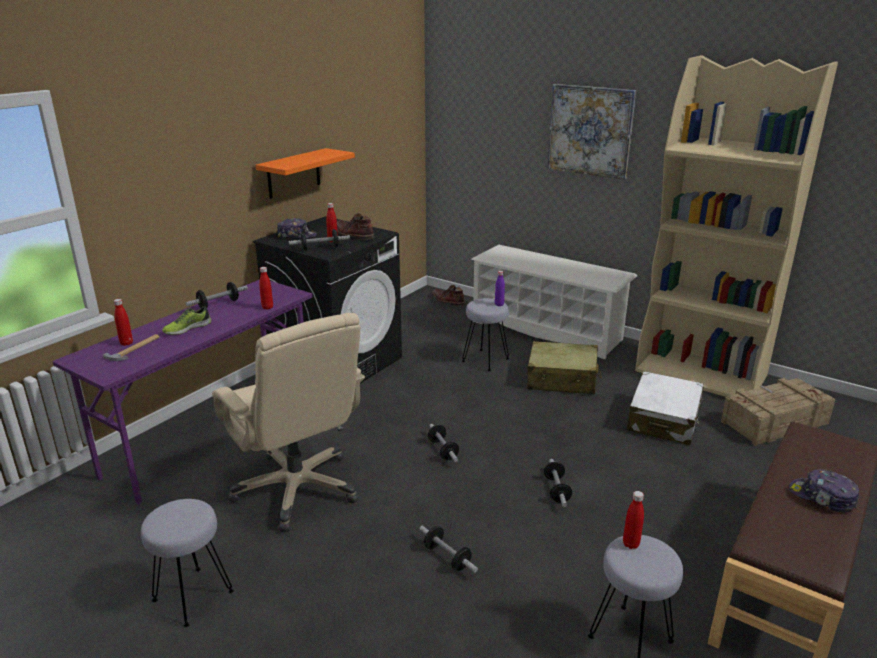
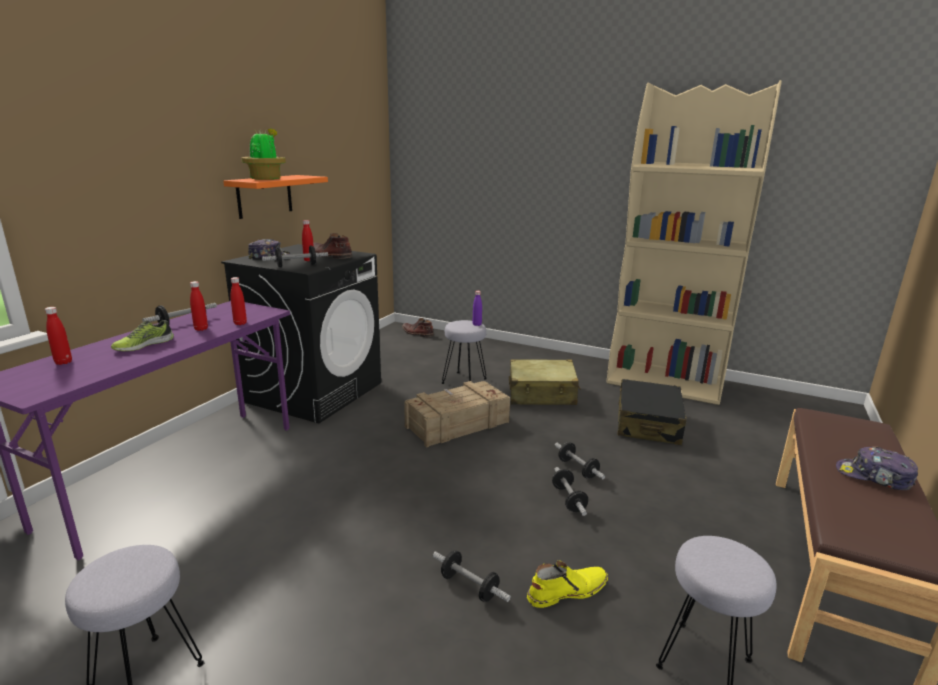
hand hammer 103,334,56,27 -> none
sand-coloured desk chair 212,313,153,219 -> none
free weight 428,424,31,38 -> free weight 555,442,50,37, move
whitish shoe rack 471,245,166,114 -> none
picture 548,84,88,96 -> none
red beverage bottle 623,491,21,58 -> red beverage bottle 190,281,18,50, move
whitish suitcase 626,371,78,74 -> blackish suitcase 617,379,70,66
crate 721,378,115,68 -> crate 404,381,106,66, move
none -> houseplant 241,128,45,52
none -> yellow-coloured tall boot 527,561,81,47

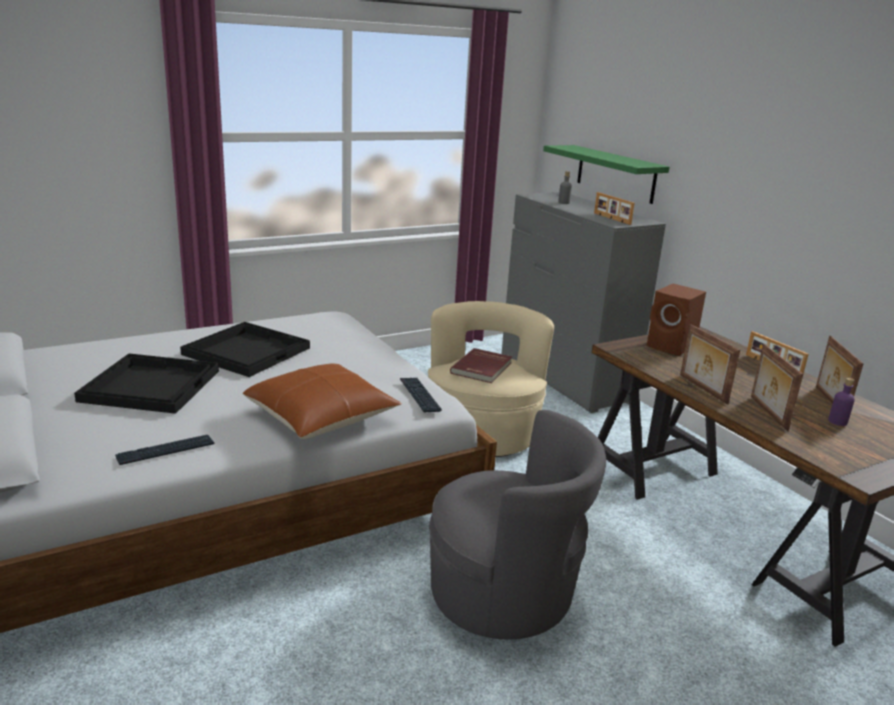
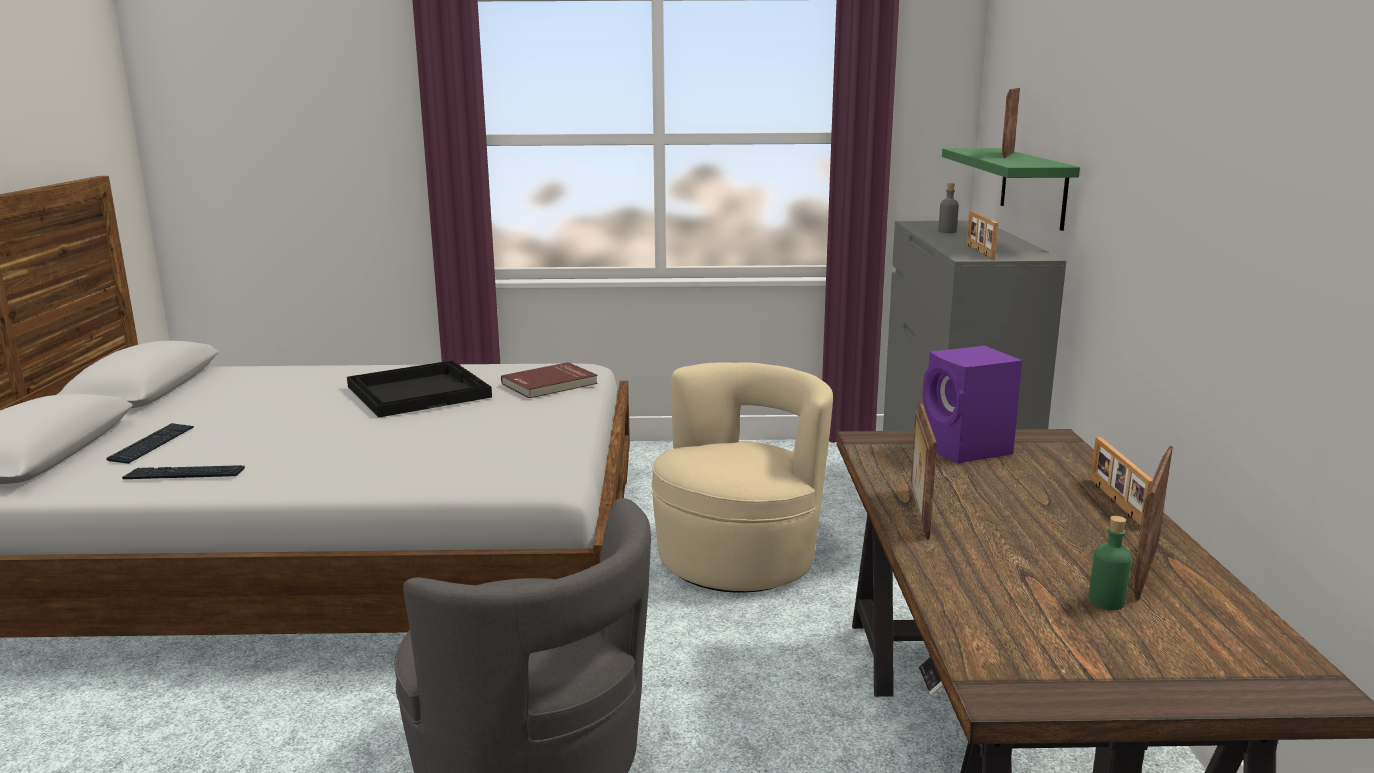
blackish serving tray 74,353,145,61 -> none
brown-coloured cushion 242,364,160,75 -> none
computer keyboard 400,378,42,34 -> computer keyboard 106,423,88,41, move
red bound book 450,348,62,35 -> red bound book 501,362,97,36, move
brown-coloured loudspeaker 646,283,60,73 -> purple-coloured loudspeaker 922,346,101,117
standing frame 751,344,52,87 -> standing frame 1002,88,18,70, move
purple-coloured beverage bottle 828,378,27,48 -> green-coloured beverage bottle 1088,516,44,94

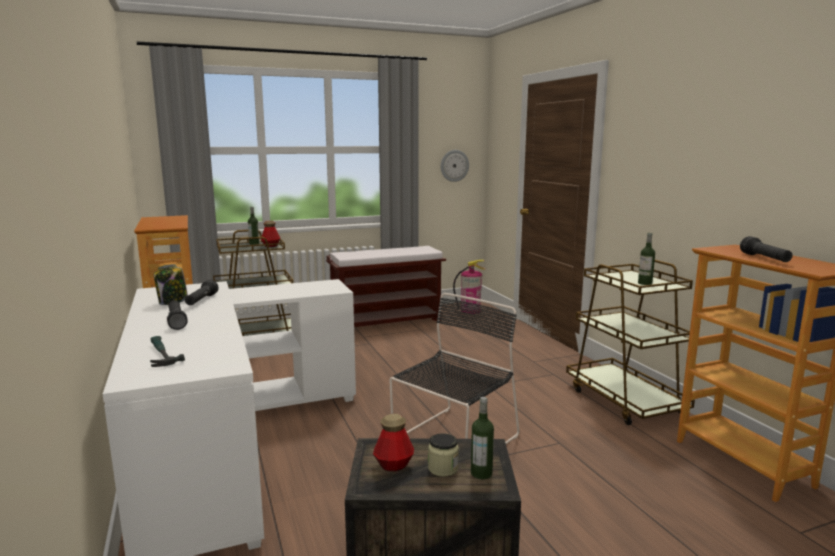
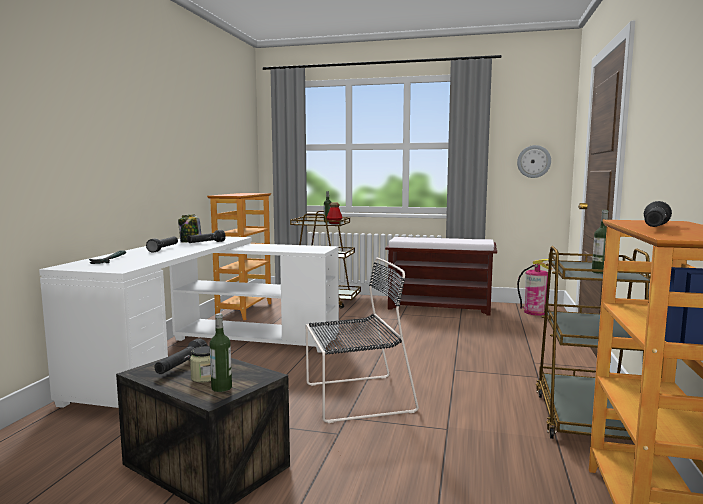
beverage bottle 373,414,41,57 -> blackish flashlight 154,338,54,36

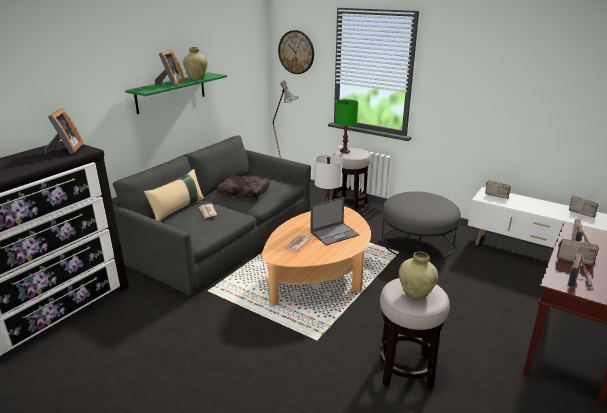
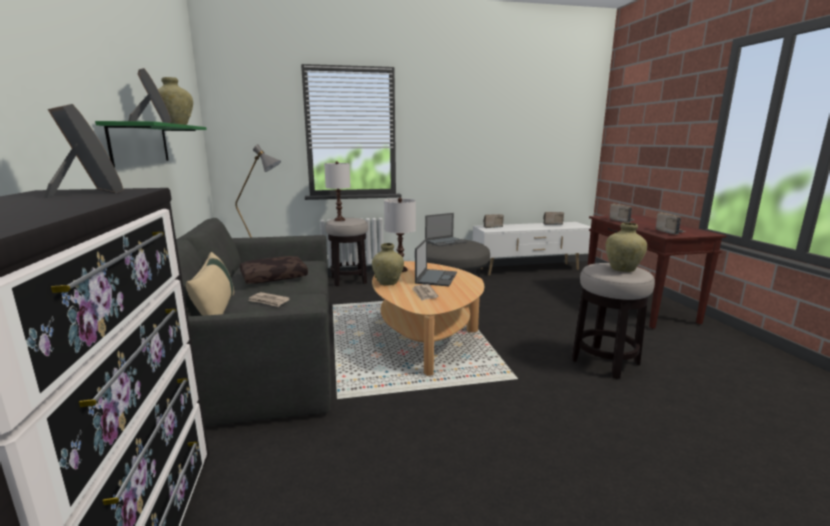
hanging clock 278,30,36,44 -> none
green-coloured lamp for a table 335,99,23,54 -> whitish lamp for a table 324,161,27,60
radio 557,239,42,26 -> none
none -> sand-coloured decorative vase 372,243,32,43
none -> laptop 425,213,42,34

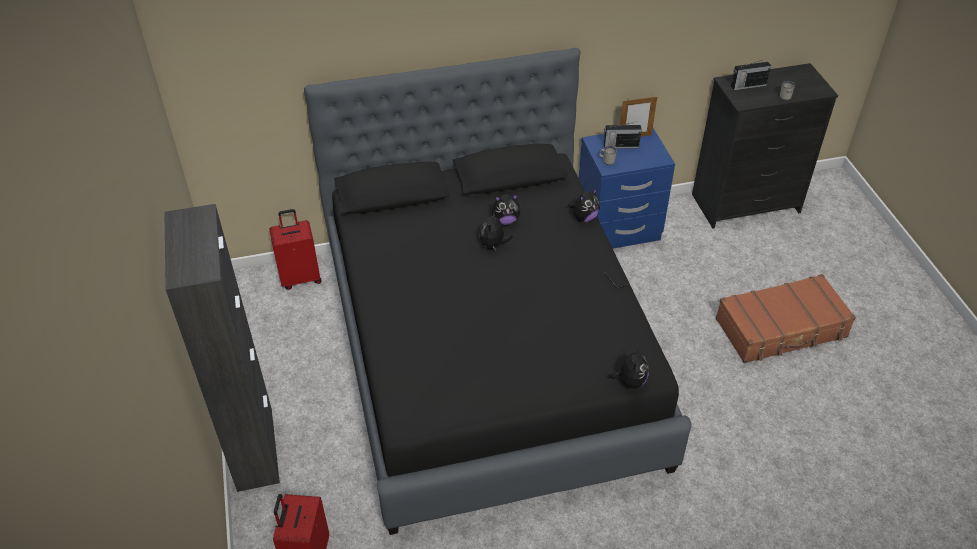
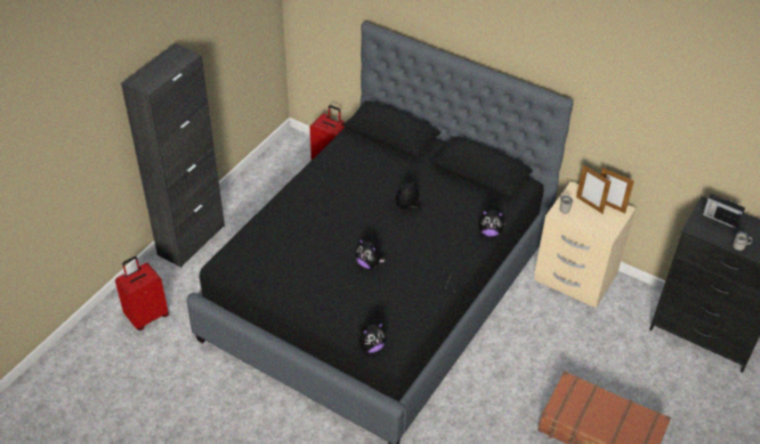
plush toy 492,194,29,31 -> plush toy 355,239,30,30, move
blue nightstand 579,128,96,120 -> sand-coloured nightstand 534,181,102,127
radio 604,122,38,27 -> standing frame 576,165,35,49

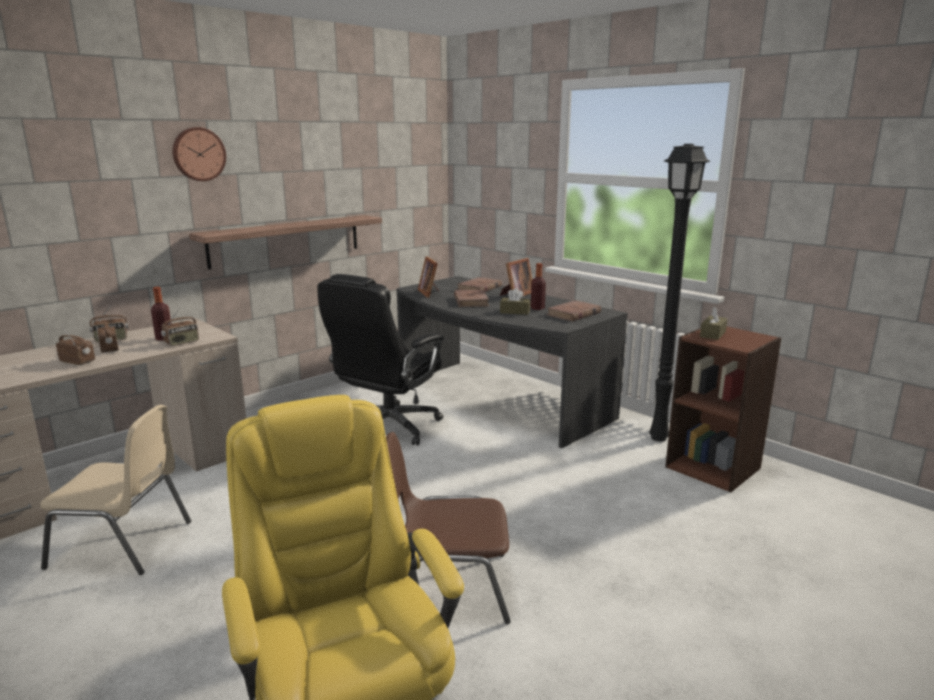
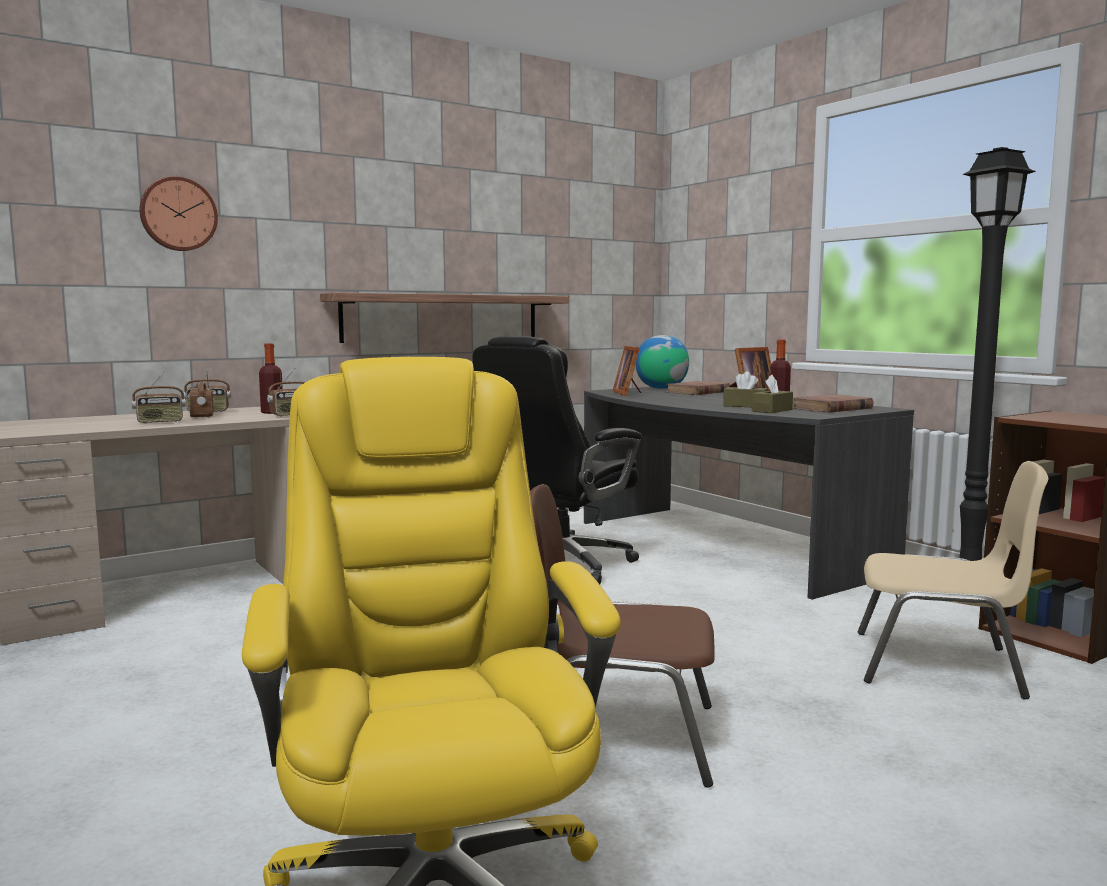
sand-coloured upright chair 40,405,151,170 -> sand-coloured upright chair 858,461,190,238, move
radio 56,325,39,40 -> radio 132,371,54,53, 120 degrees clockwise
hanging clock 172,127,54,54 -> hanging clock 139,177,79,74, move
brown-coloured bound book 454,289,35,18 -> none
brown-coloured tissue holder 700,307,28,33 -> brown-coloured tissue holder 752,375,41,38, move
none -> globe 635,335,54,54

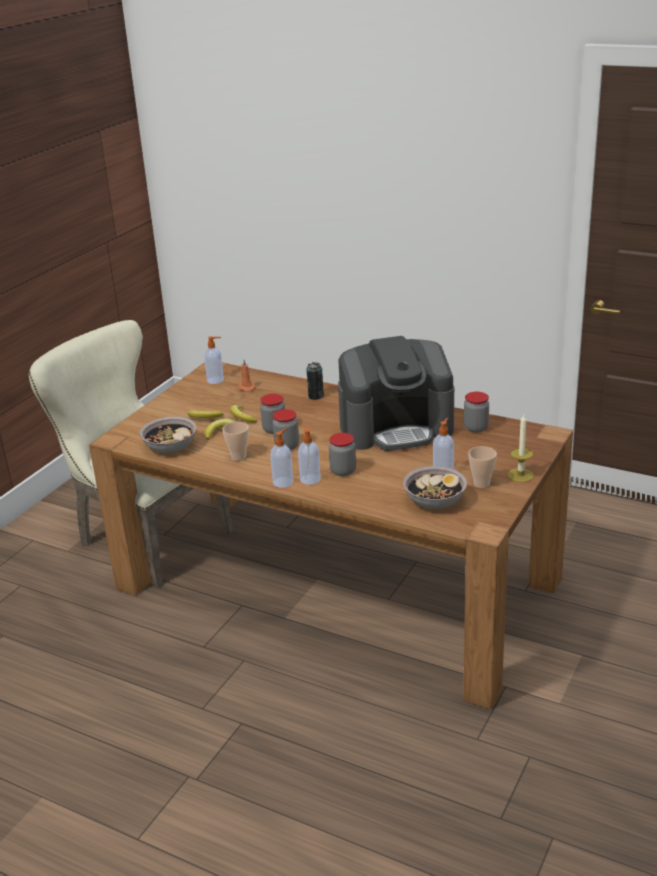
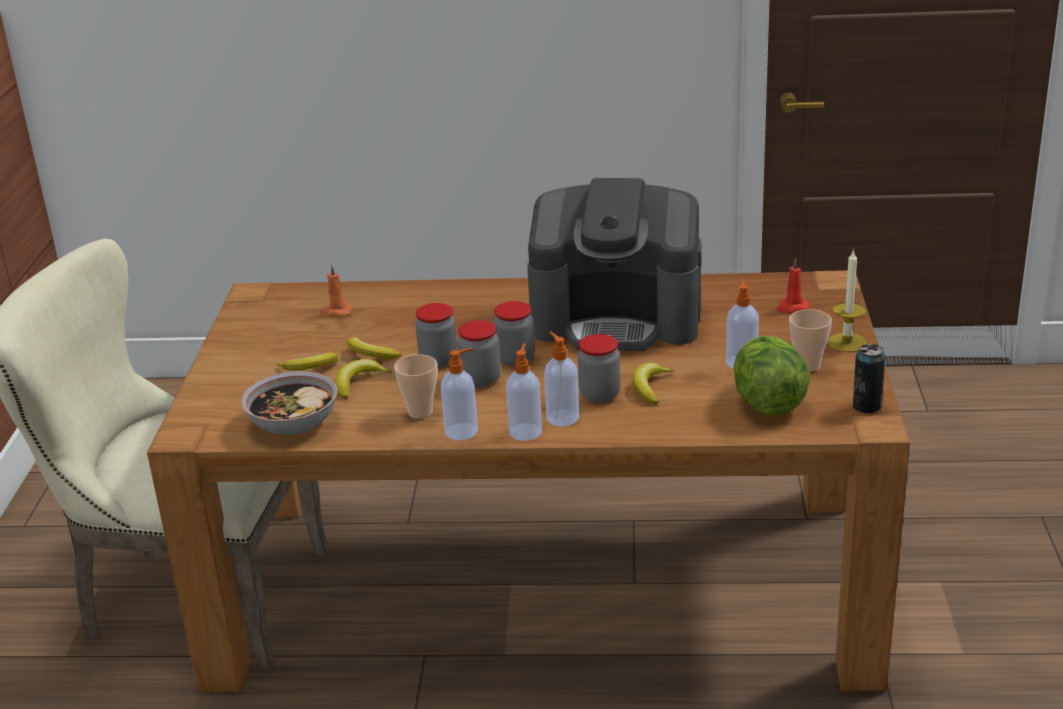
soap bottle 204,336,20,48 -> soap bottle 441,348,37,92, move
metal can 307,362,17,38 -> metal can 853,344,33,70, move
coffee brewer 338,336,116,115 -> coffee brewer 527,178,174,173, 45 degrees clockwise
deep dish 403,466,64,43 -> lettuce 734,336,76,80
jar 464,392,25,41 -> jar 493,301,42,65, move
none -> whole banana 633,363,41,42
none -> red wax light 776,258,33,55

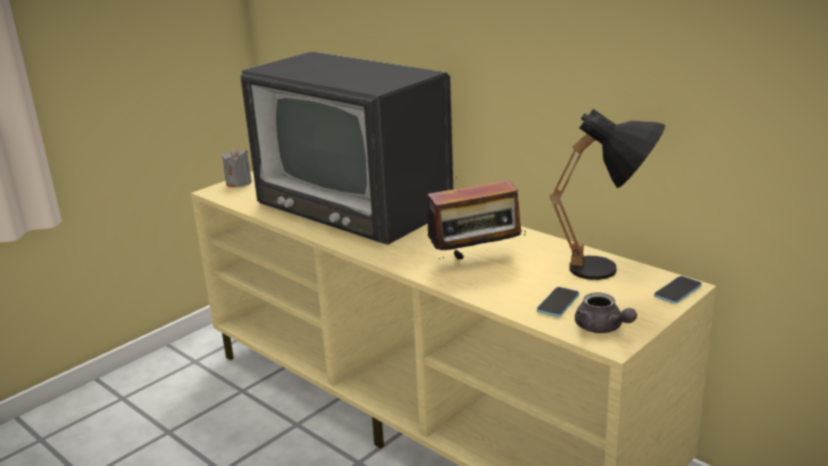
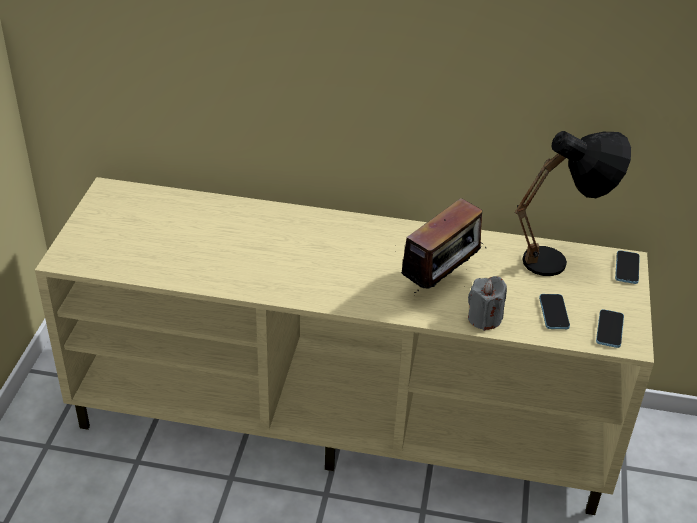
grey wax light 222,147,30,40 -> grey wax light 468,276,39,55, move
TV 241,51,212,194 -> none
grey teapot 575,293,62,40 -> phone 596,309,28,39

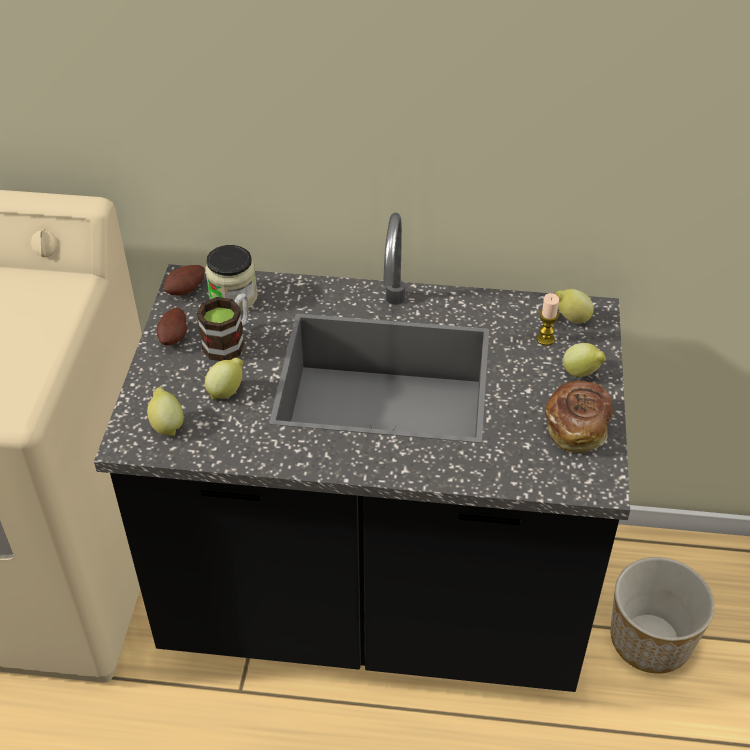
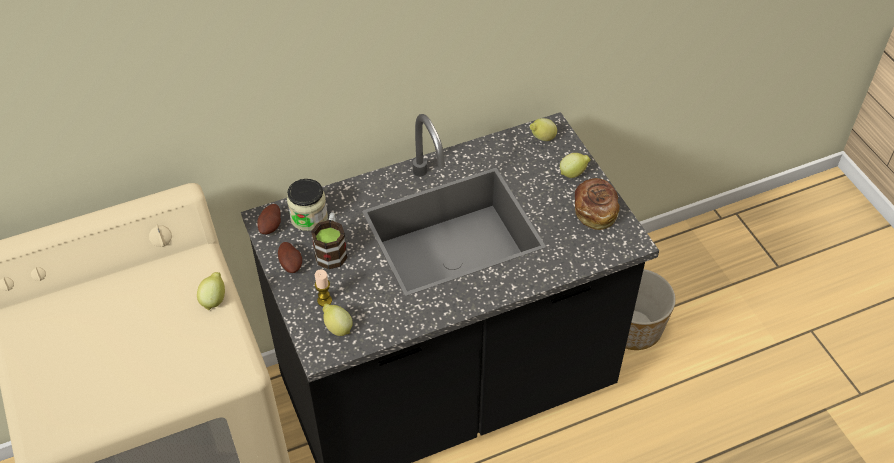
lemon 205,358,38,42 -> lemon 197,272,28,39, move
wax light 536,293,23,53 -> wax light 315,269,17,38, move

